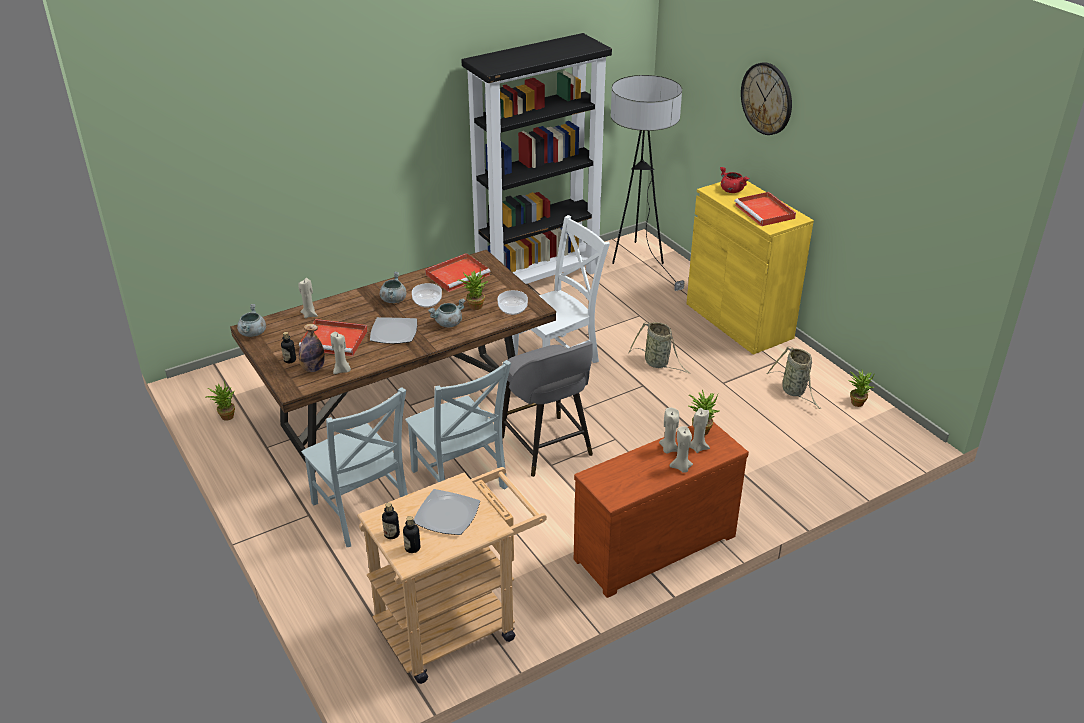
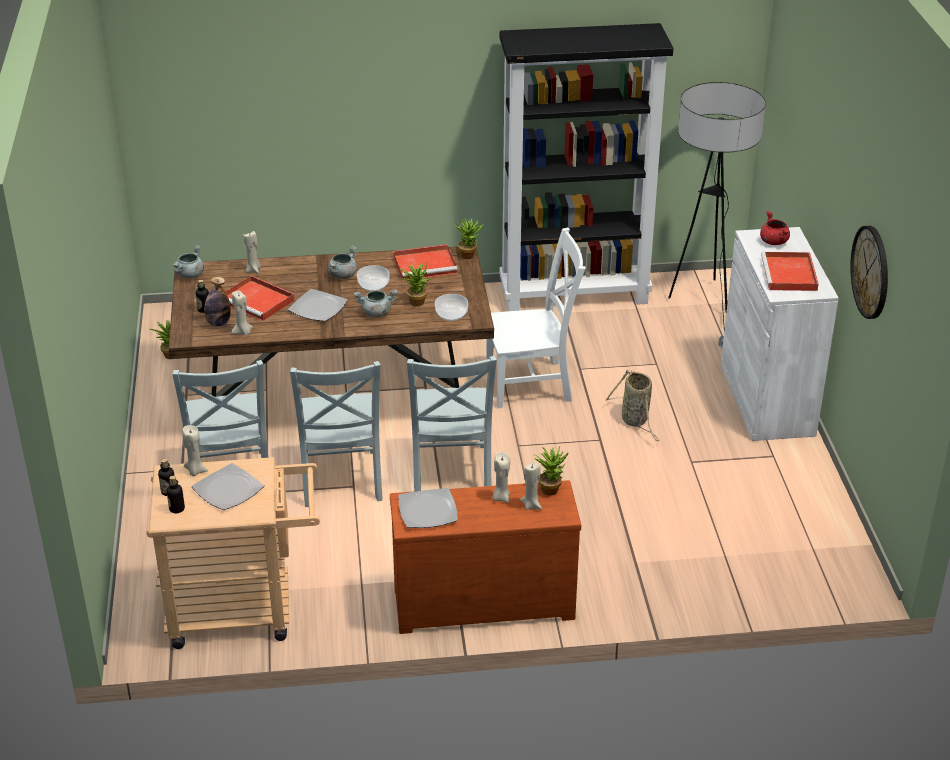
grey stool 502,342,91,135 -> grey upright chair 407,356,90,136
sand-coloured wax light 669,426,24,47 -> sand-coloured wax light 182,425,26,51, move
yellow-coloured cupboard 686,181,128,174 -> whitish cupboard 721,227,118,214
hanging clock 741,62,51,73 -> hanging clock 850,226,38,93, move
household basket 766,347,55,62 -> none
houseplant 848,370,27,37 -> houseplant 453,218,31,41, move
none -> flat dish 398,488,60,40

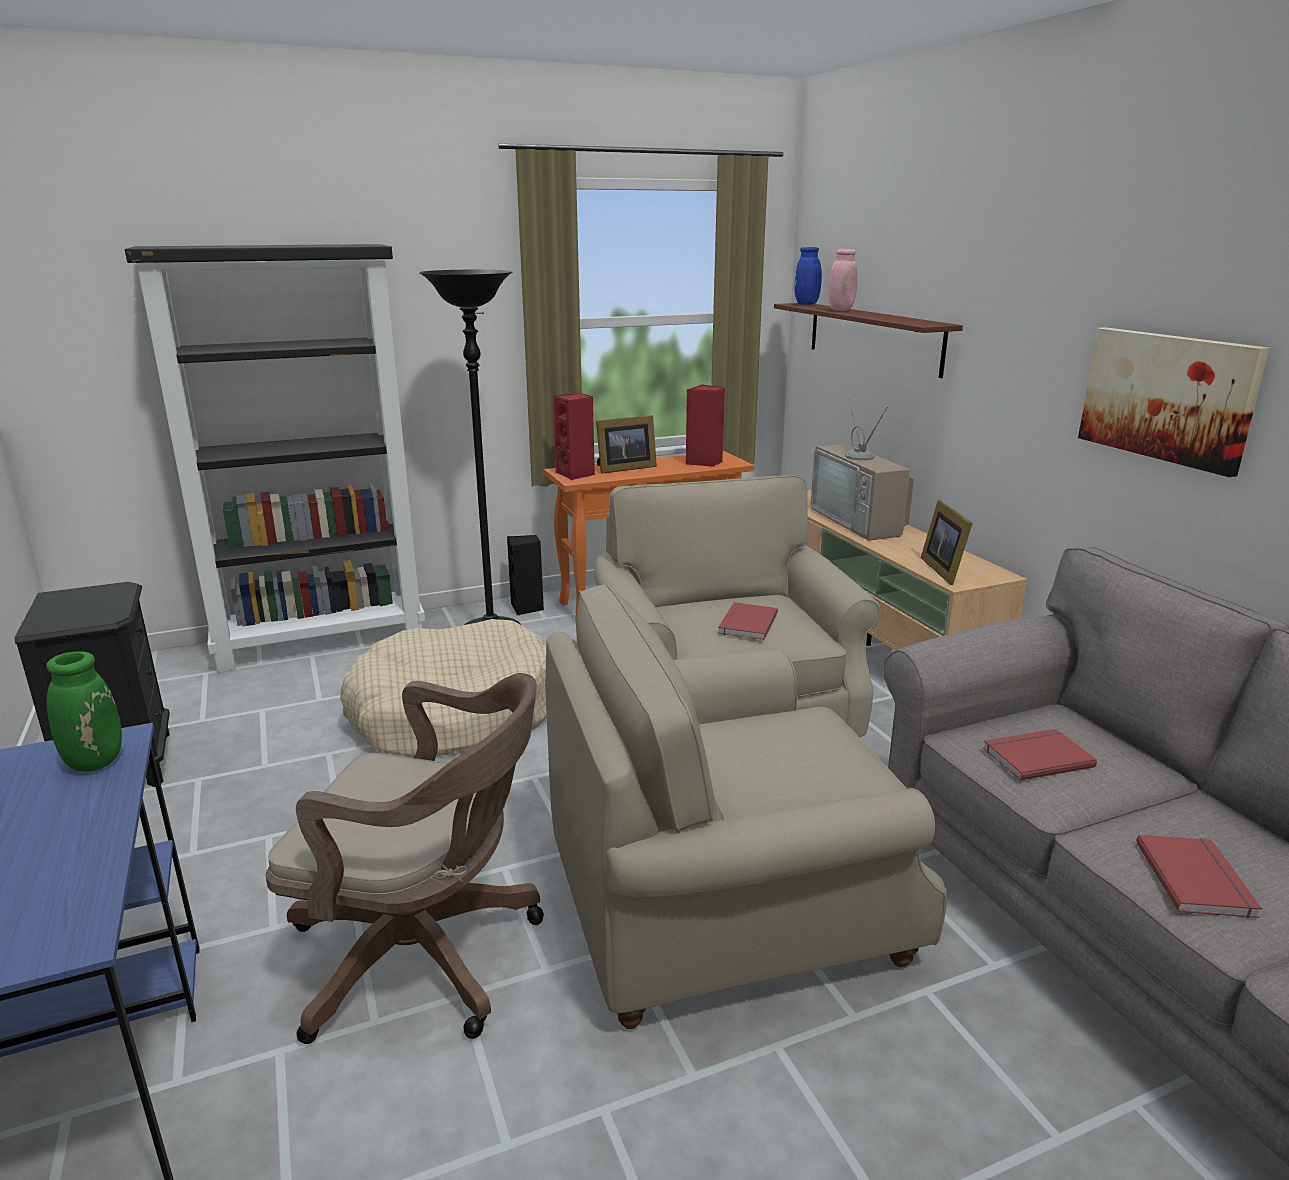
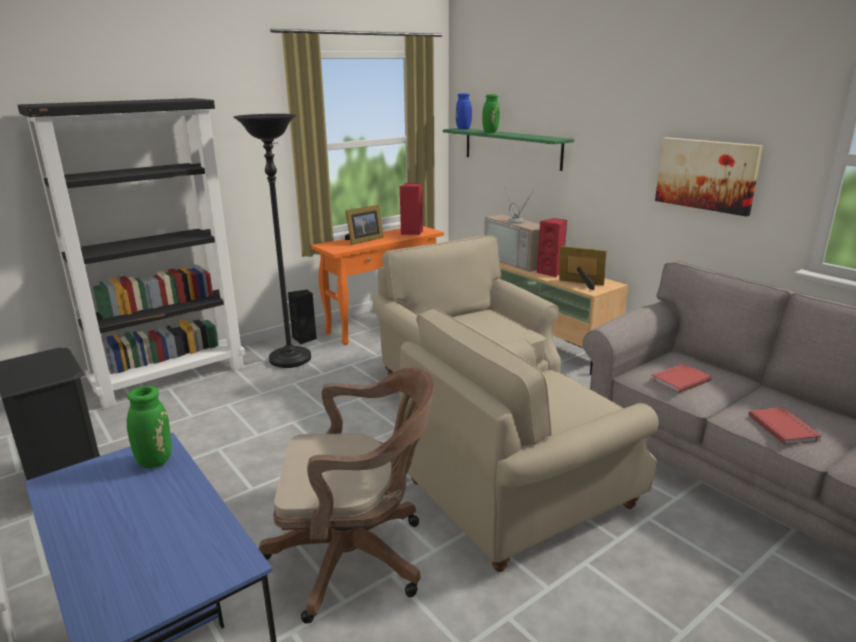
sand-coloured dog bed 340,619,207,136 -> none
red loudspeaker 553,393,42,87 -> red loudspeaker 537,218,30,59, move
red bound book 718,603,60,37 -> none
brown-coloured wall shelf 774,303,189,75 -> green-coloured wall shelf 443,128,131,43
pink-coloured decorative vase 828,249,30,62 -> green-coloured decorative vase 482,94,18,39
standing frame 920,500,53,85 -> standing frame 559,246,47,44, 135 degrees clockwise

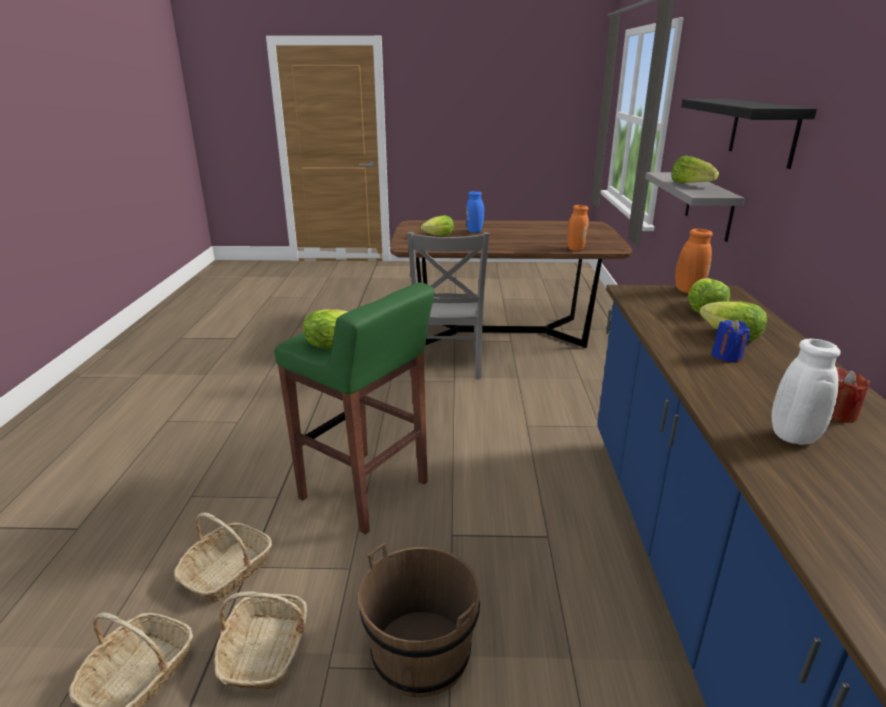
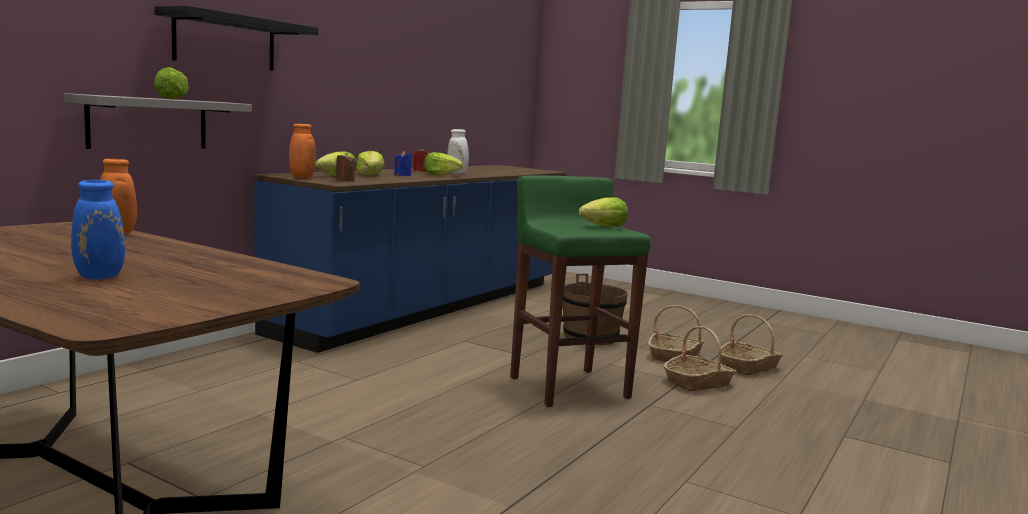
grey upright chair 407,232,83,147 -> none
lettuce 421,215,33,21 -> lettuce 424,152,39,23, move
none -> brown-coloured wax light 336,153,20,29

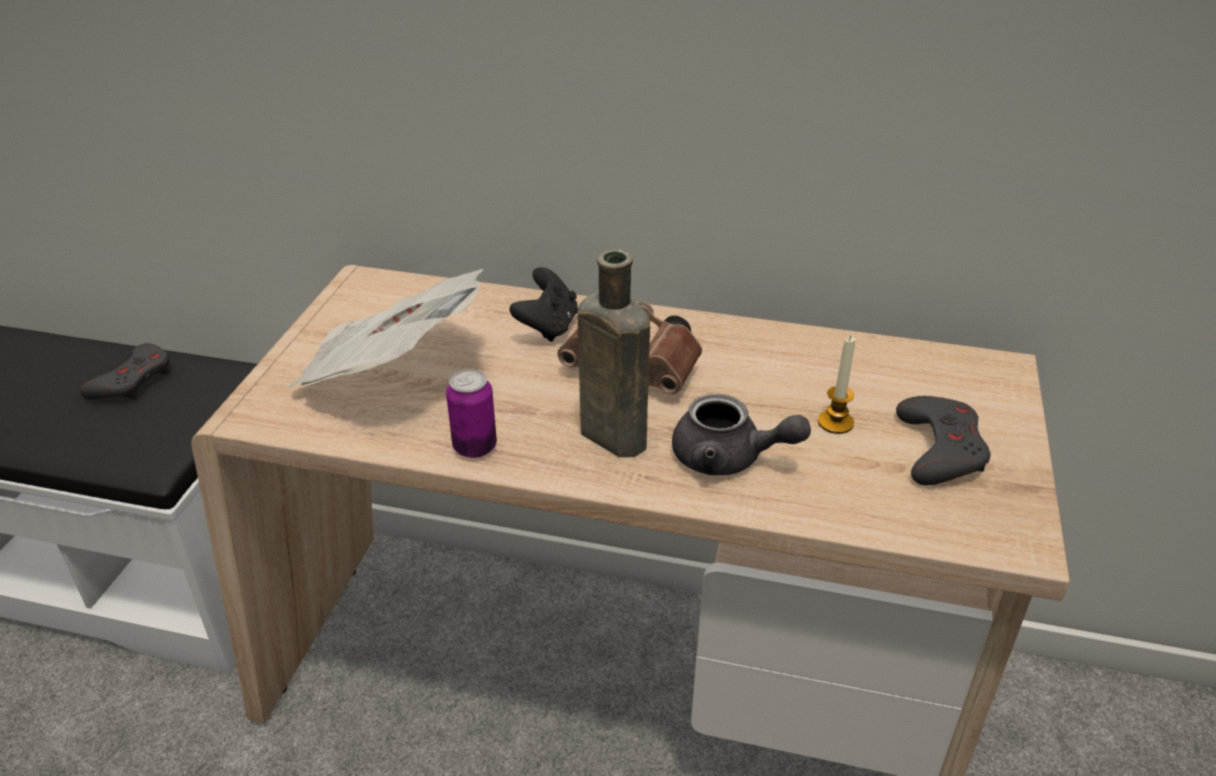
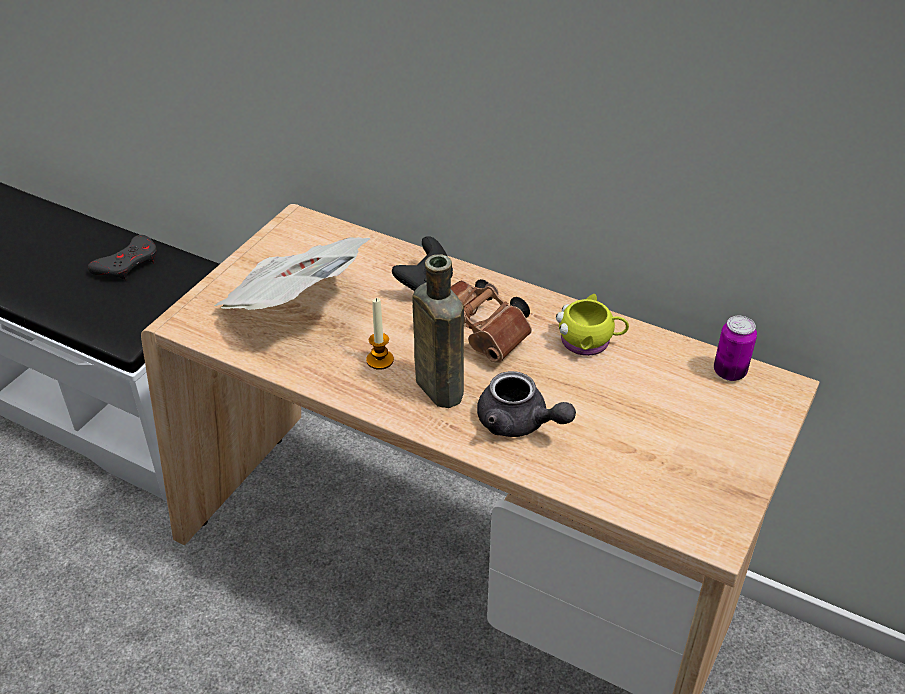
metal can 446,369,51,89 -> metal can 714,316,43,65, move
wax light 818,336,38,98 -> wax light 366,298,28,72, move
grey game controller 896,396,95,90 -> none
none -> yellow-coloured coffee mug 556,294,73,62

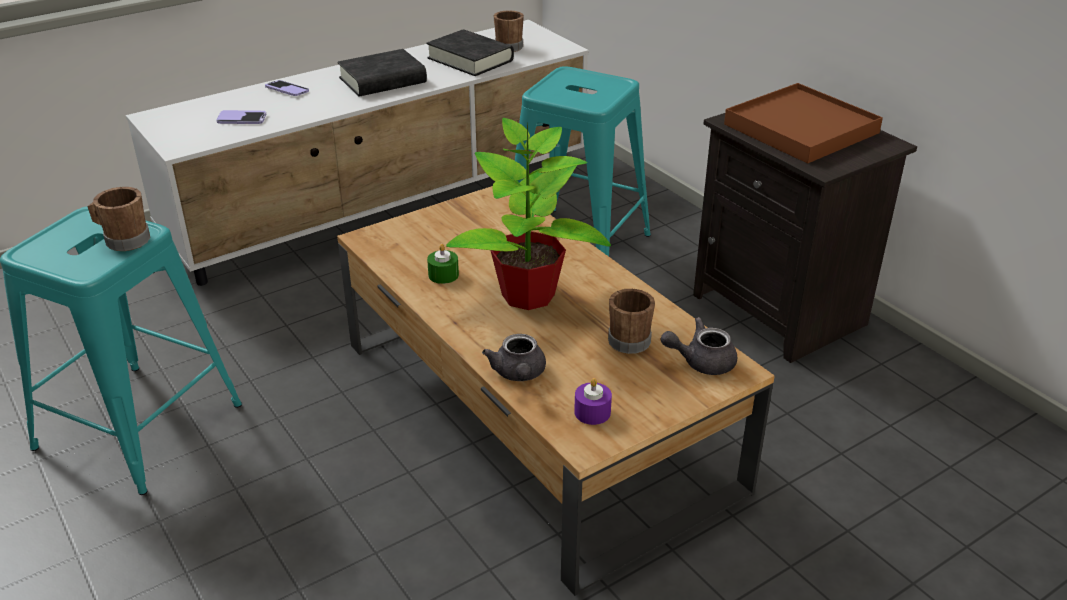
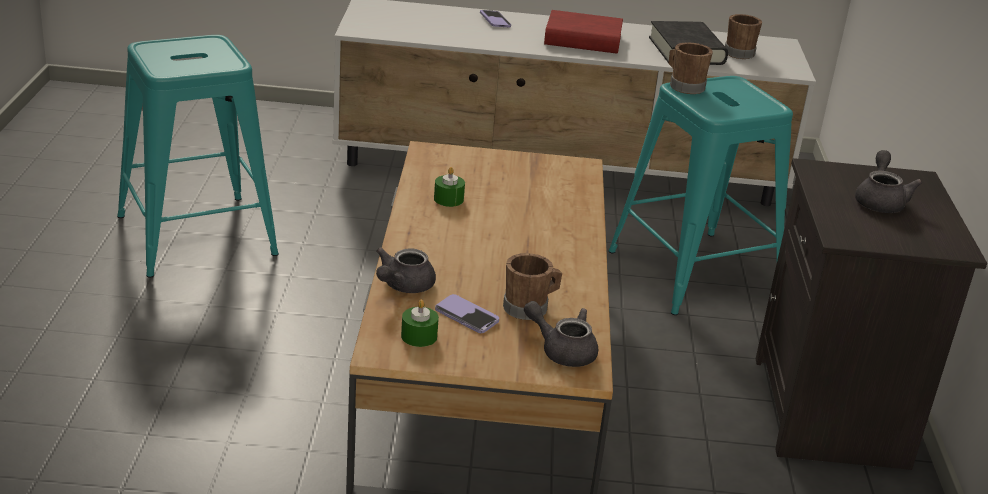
brown-coloured coffee mug 87,187,63,64 -> brown-coloured coffee mug 668,42,45,52, move
phone 217,110,49,14 -> phone 435,294,64,39, move
blackish bound book 337,49,90,47 -> red bound book 544,10,79,44
houseplant 446,118,165,192 -> none
purple-coloured wax light 574,378,38,47 -> green-coloured wax light 401,300,38,47
brown-coloured serving tray 724,83,159,80 -> grey teapot 855,150,67,63

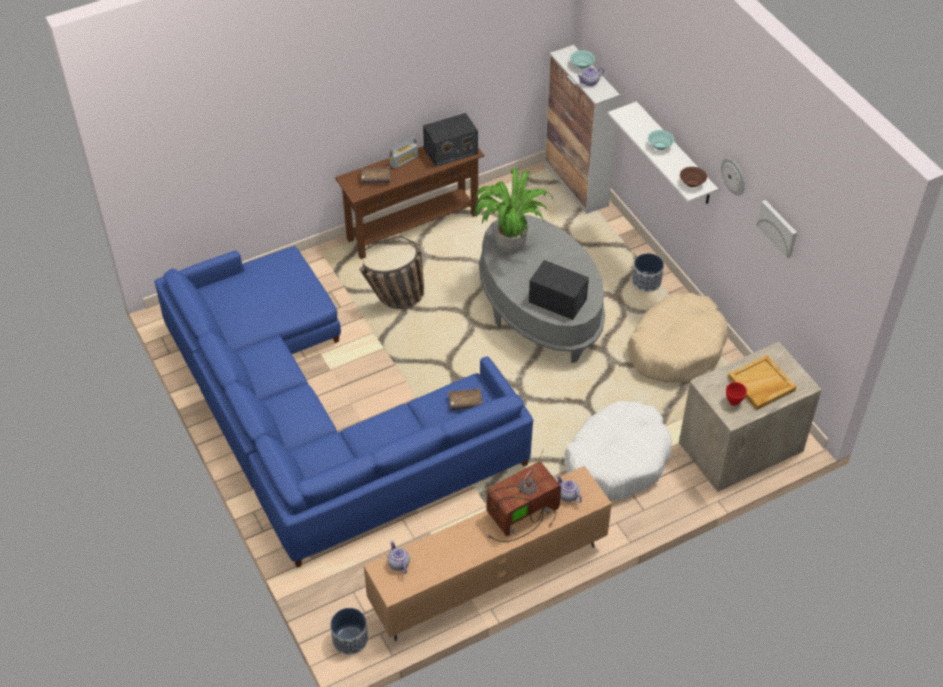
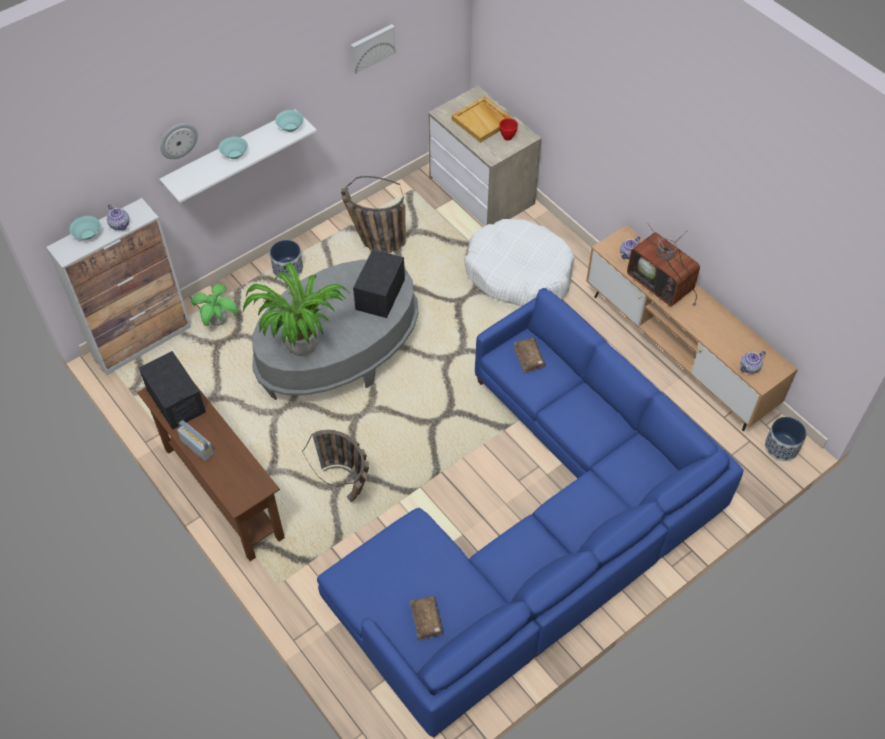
brown-coloured bound book 361,167,30,17 -> brown-coloured bound book 410,596,34,45, move
sand-coloured dog bed 628,293,100,90 -> household basket 341,176,65,77
brown-coloured deep dish 680,167,27,20 -> turquoise deep dish 275,110,29,22
hanging clock 721,158,24,38 -> hanging clock 160,123,38,36, move
none -> houseplant 191,284,47,42

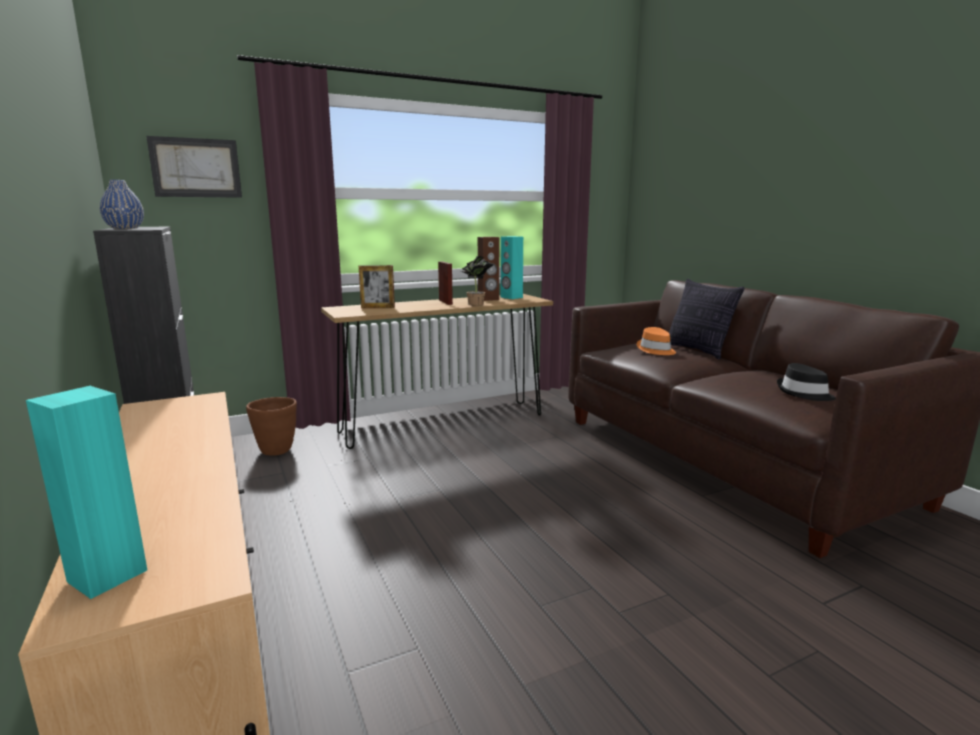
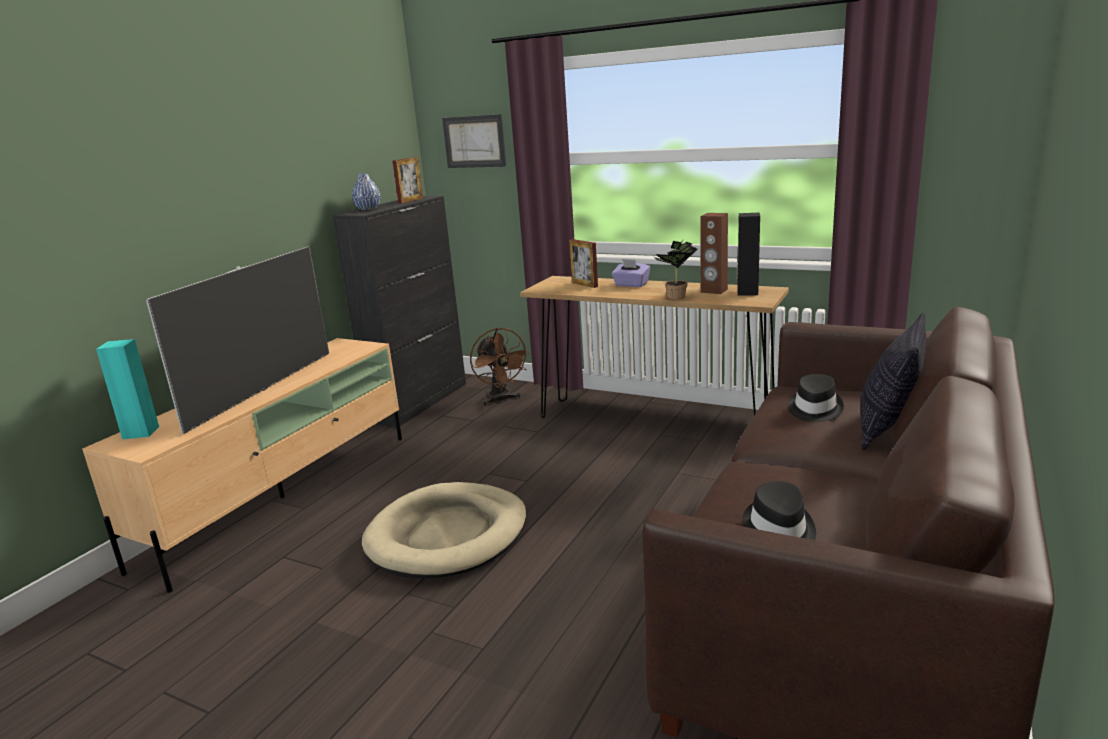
brown-coloured flower pot 246,397,51,59 -> brown-coloured electric fan 470,328,59,78
standing frame 438,261,15,44 -> standing frame 393,157,30,46, move
turquoise loudspeaker 501,236,22,63 -> blackish loudspeaker 737,213,23,83
orange-coloured wearable hat 637,327,39,28 -> blackish wearable hat 788,374,56,48
none -> TV 146,247,183,187
none -> sand-coloured dog bed 362,482,164,96
none -> purple-coloured tissue holder 612,259,38,28

